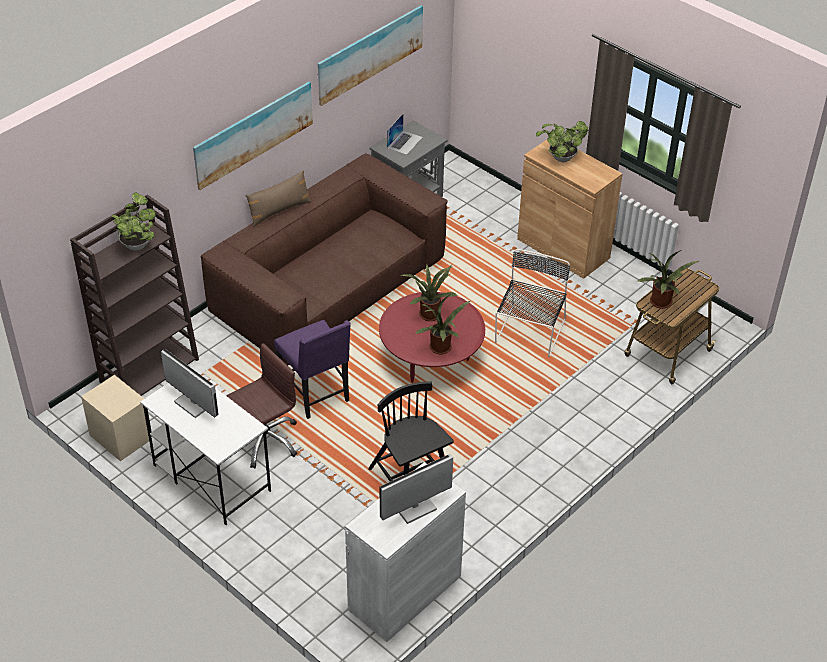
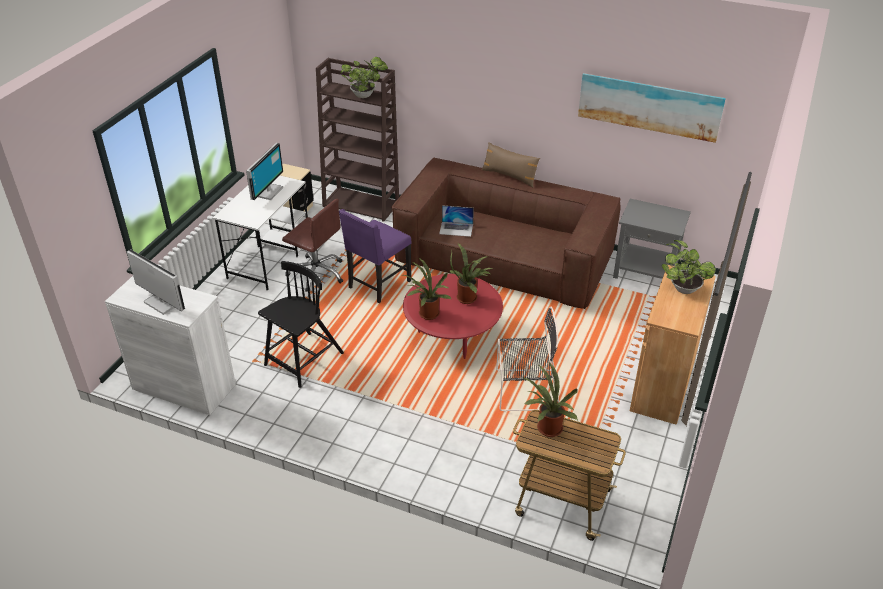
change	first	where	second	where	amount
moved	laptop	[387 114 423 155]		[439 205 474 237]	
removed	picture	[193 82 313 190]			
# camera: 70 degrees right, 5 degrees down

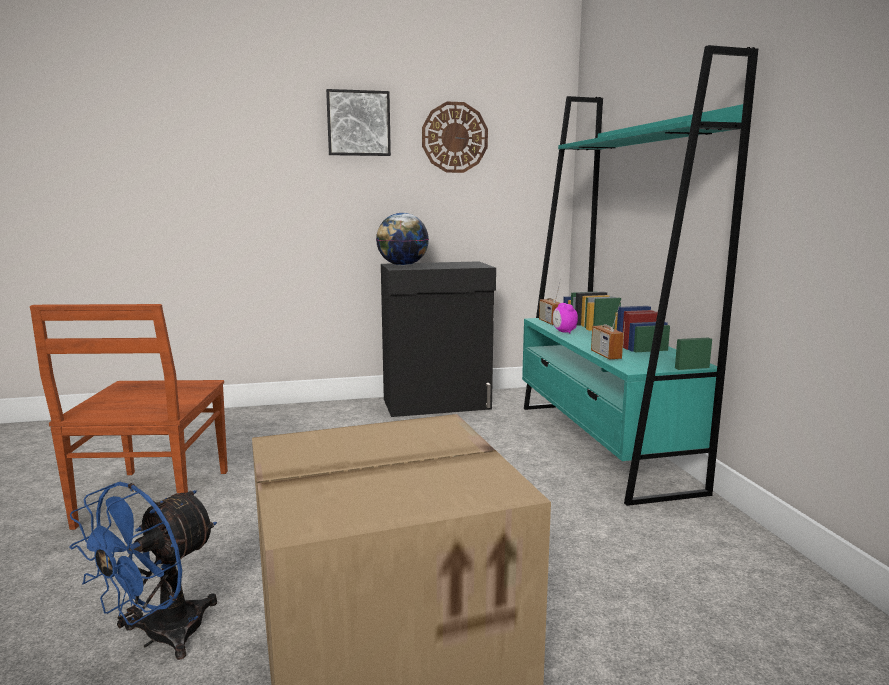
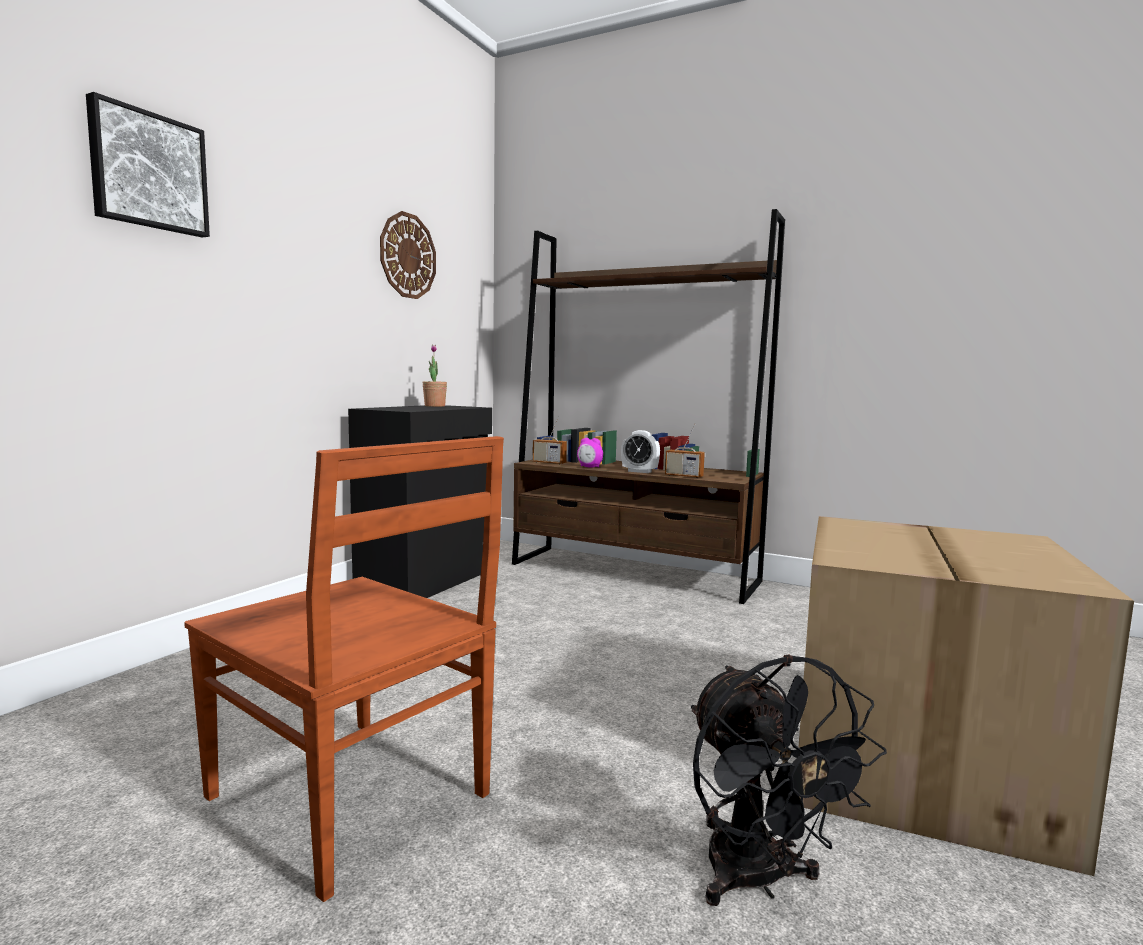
change	first	where	second	where	amount
moved	picture	[326 89 391 156]		[86 92 210 237]	
added			plant in a pot	[422 345 447 407]	
recoloured	turquoise-coloured shelving unit	[522 45 758 506]	brown shelving unit	[512 209 785 604]	
added			bedside clock	[621 430 660 473]	
recoloured	bluish fan	[69 482 217 660]	black-coloured fan	[691 654 887 906]	
removed	globe	[376 213 429 266]			
# camera: 50 degrees left, 5 degrees down

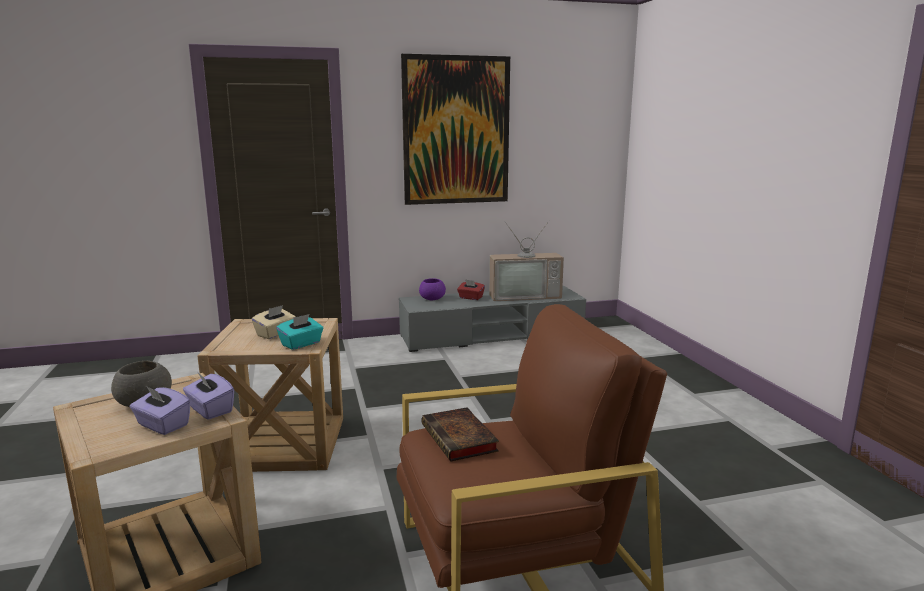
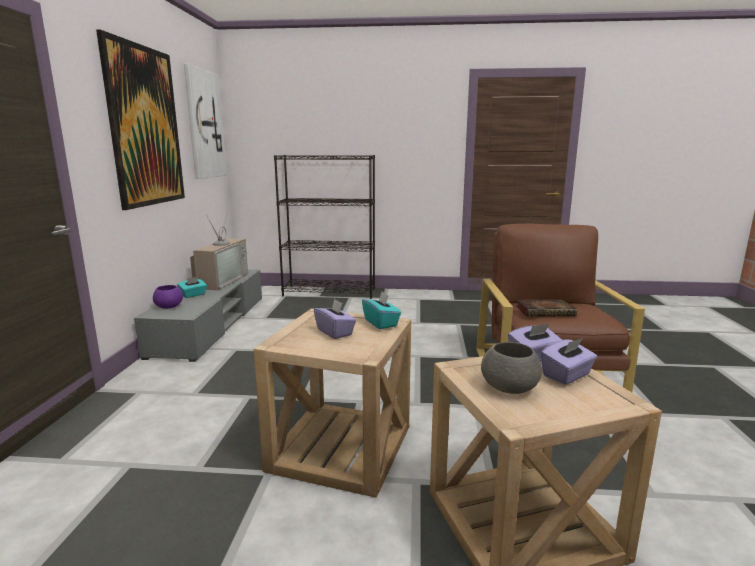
change	first	where	second	where	amount
recoloured	reddish tissue holder	[457 279 485 300]	turquoise-coloured tissue holder	[177 277 207 298]	
added			picture	[184 64 227 179]	
added			black-coloured shelving unit	[274 155 375 299]	
recoloured	beige-coloured tissue holder	[252 305 296 339]	purple-coloured tissue holder	[314 299 356 339]	
# camera: 70 degrees left, 0 degrees up

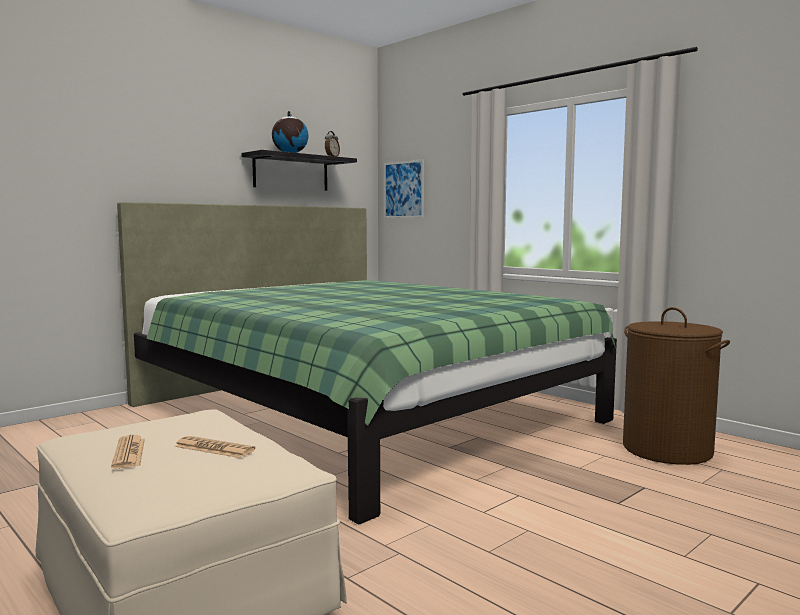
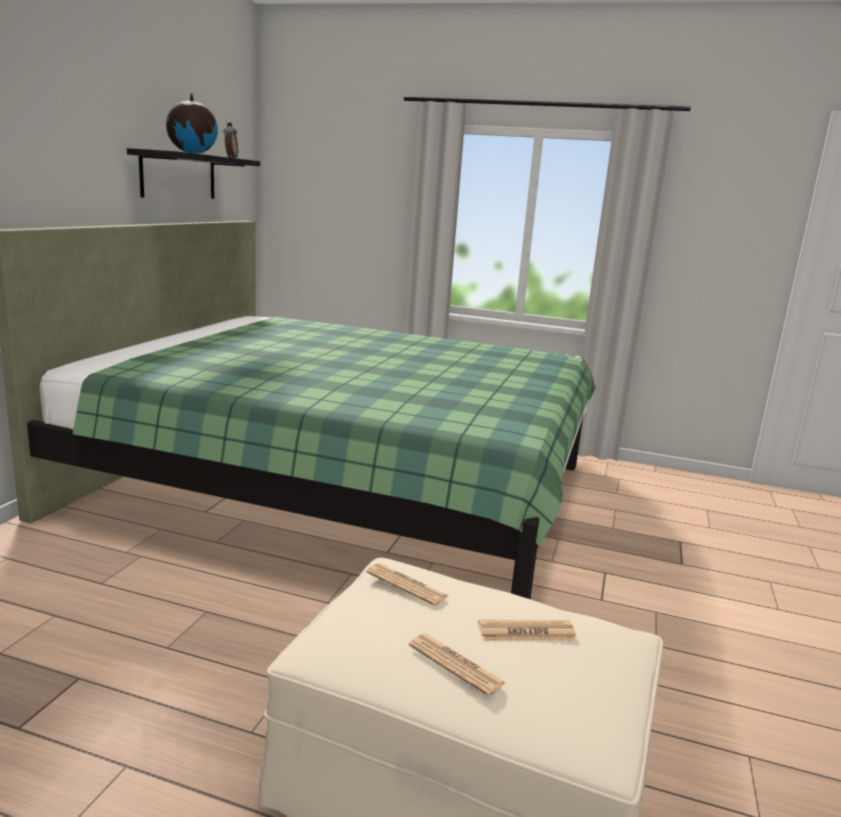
change	first	where	second	where	amount
added			printed paper	[366 563 448 606]	
removed	picture	[384 159 424 218]			
removed	brown laundry basket	[623 307 730 465]			
# camera: 30 degrees left, 10 degrees up

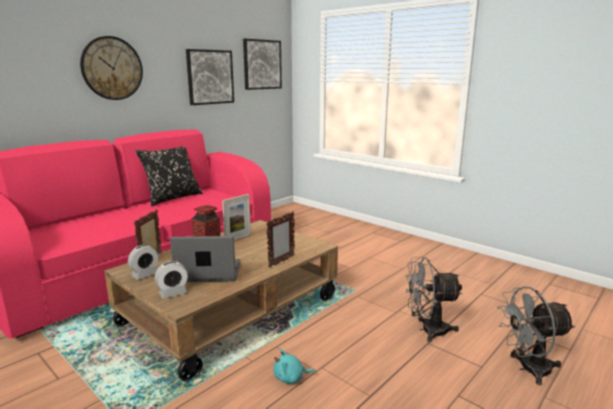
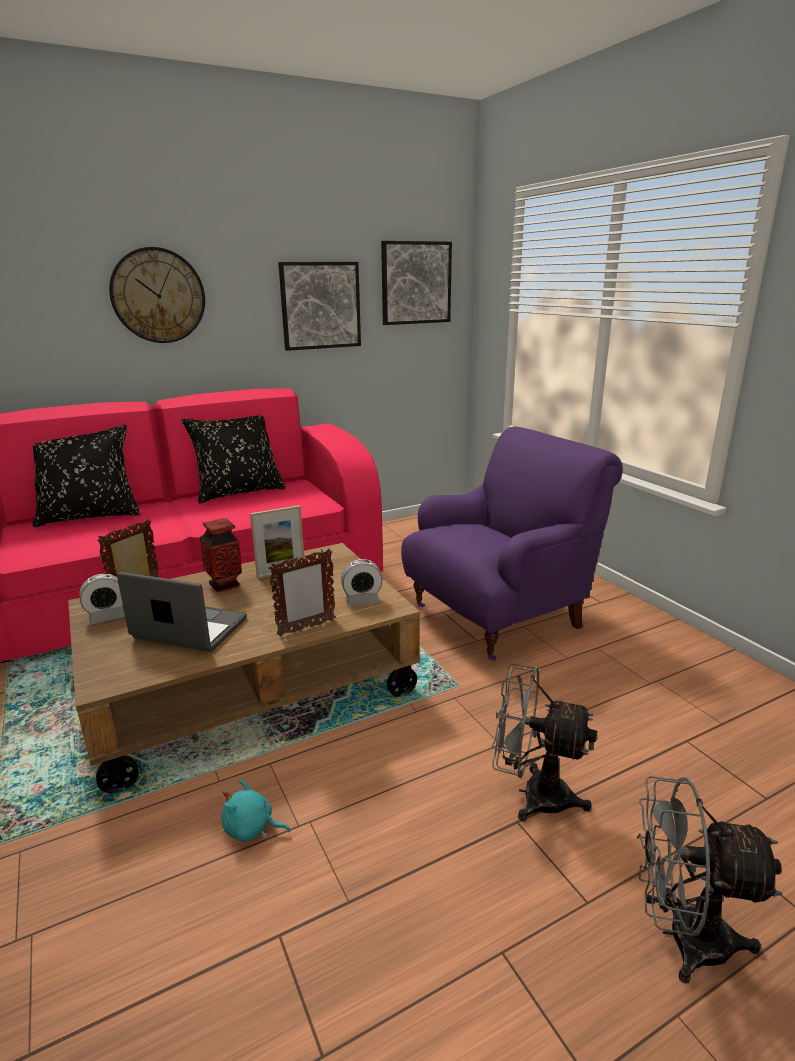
change	first	where	second	where	amount
added			black-coloured throw pillow	[32 425 141 527]	
moved	bedside clock	[155 261 188 299]		[341 559 383 606]	
added			purple-coloured easy chair	[401 427 623 661]	
# camera: 20 degrees right, 5 degrees up

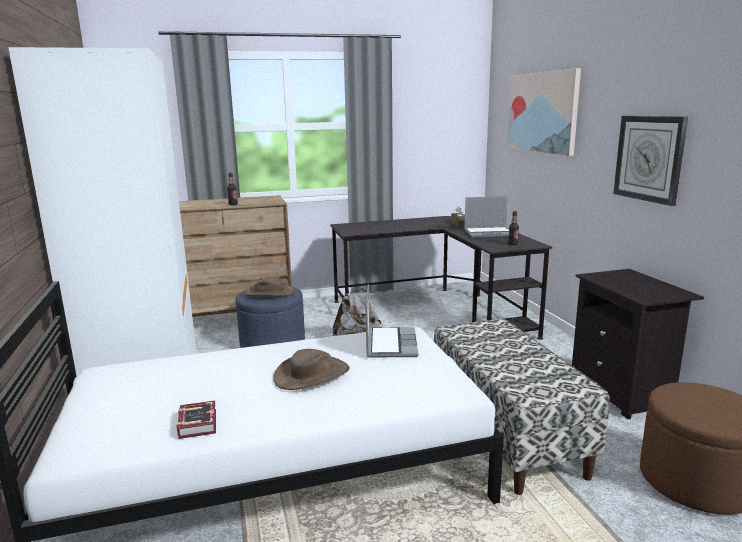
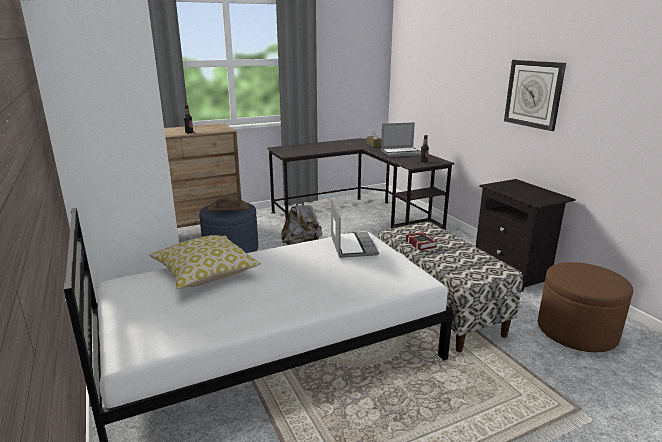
change	first	where	second	where	amount
added			throw pillow	[149 235 261 289]	
moved	bound book	[176 400 216 439]		[406 232 437 251]	
removed	brown clothing hat	[273 349 350 390]			
removed	picture	[507 68 581 156]			
# camera: 10 degrees left, 5 degrees up

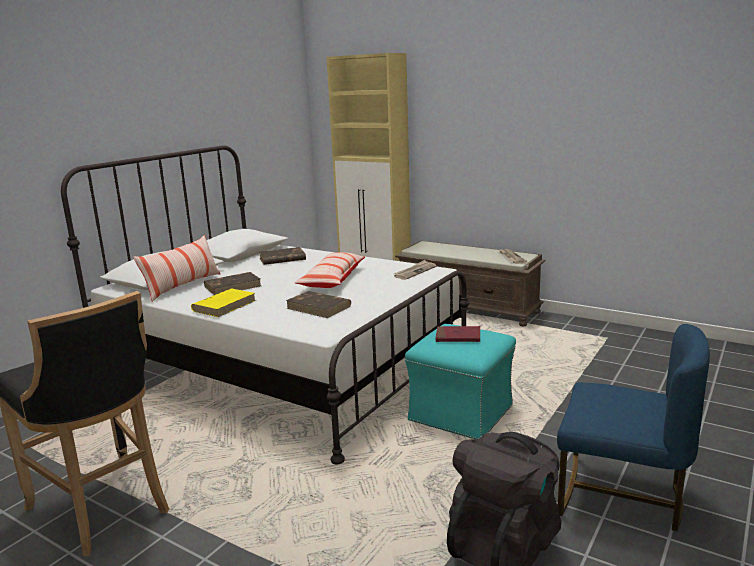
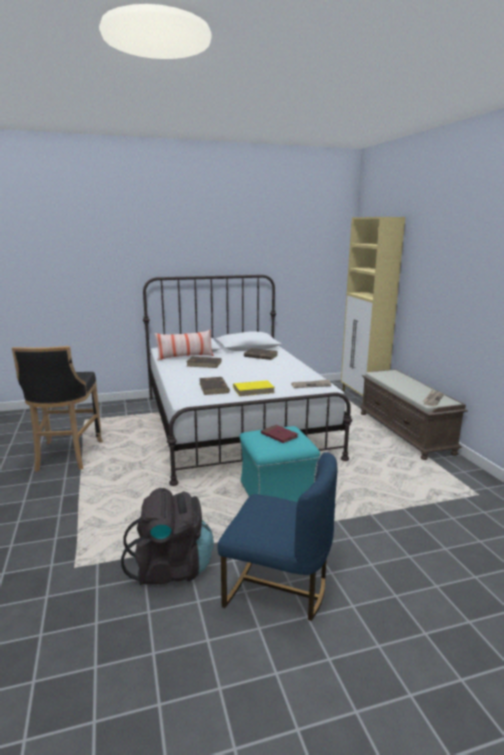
change	first	where	second	where	amount
turned	bluish upright chair	[557 324 710 531]		[218 452 338 621]	45 degrees counterclockwise
moved	yellow bound book	[191 289 256 317]		[233 380 275 396]	
removed	throw pillow	[295 252 365 288]			
# camera: 40 degrees right, 0 degrees up

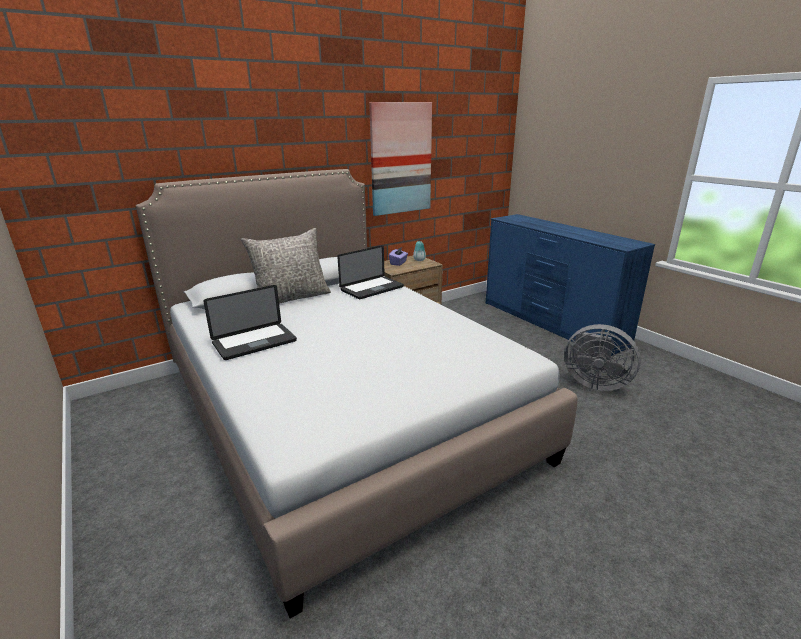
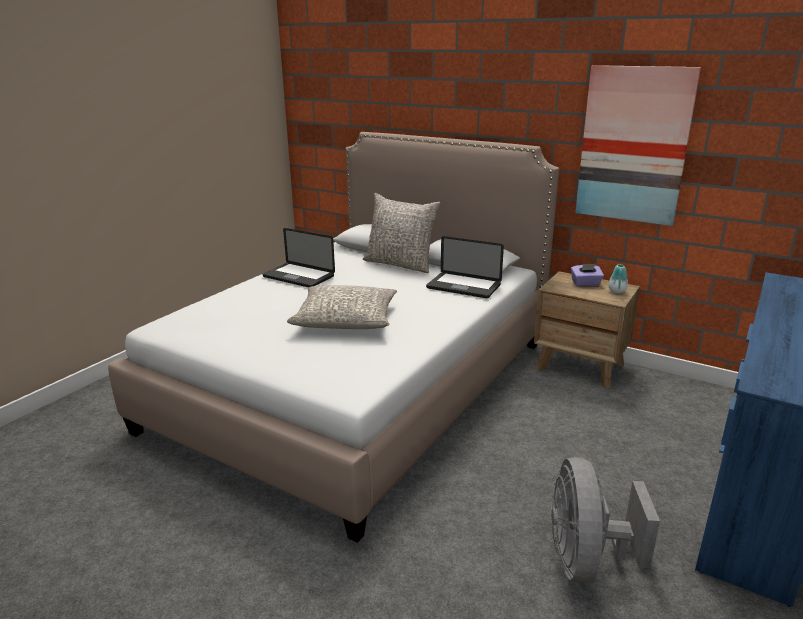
change	first	where	second	where	amount
added			greyish throw pillow	[287 285 397 329]	
# camera: 65 degrees right, 0 degrees up

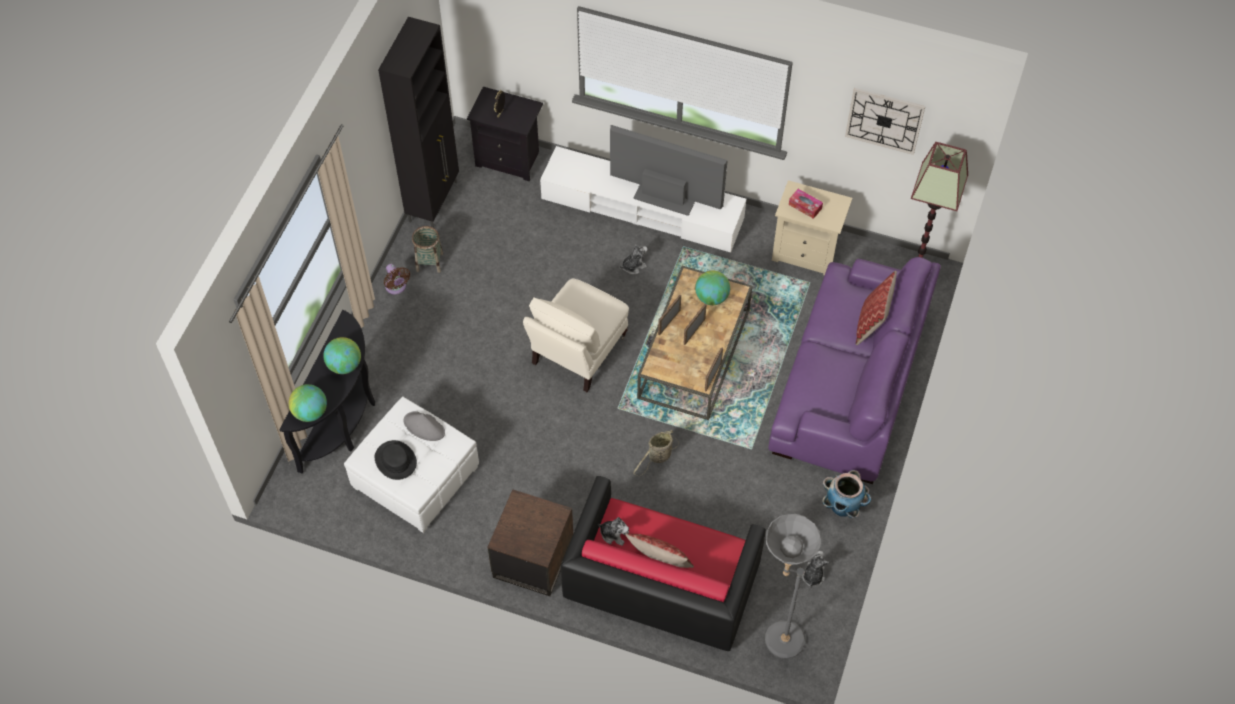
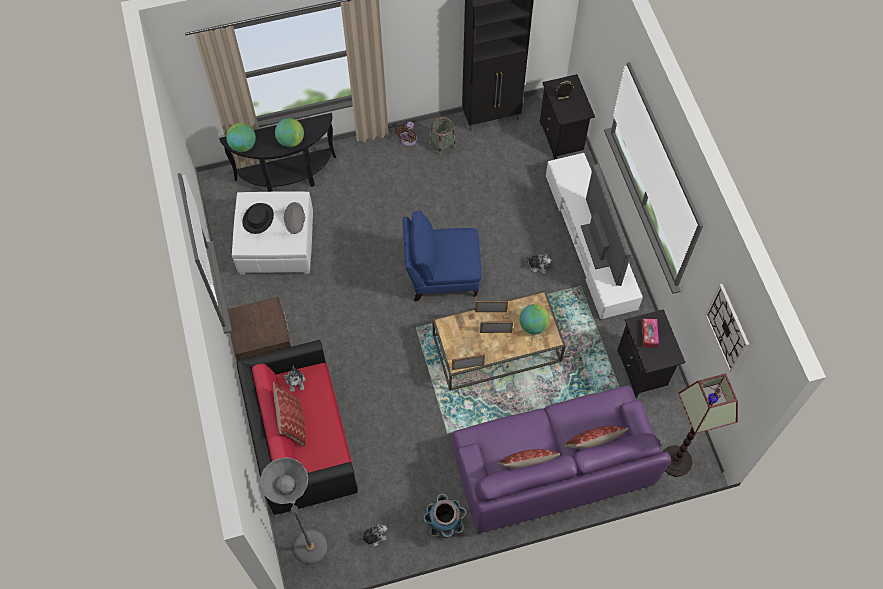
change	first	where	second	where	amount
recoloured	beige-coloured easy chair	[523 278 629 392]	bluish easy chair	[402 210 482 302]	
added			throw pillow	[498 449 560 469]	
recoloured	beige-coloured night table	[772 180 852 275]	black-coloured night table	[617 309 686 398]	
removed	basket	[633 430 679 476]			
# camera: 55 degrees right, 5 degrees up

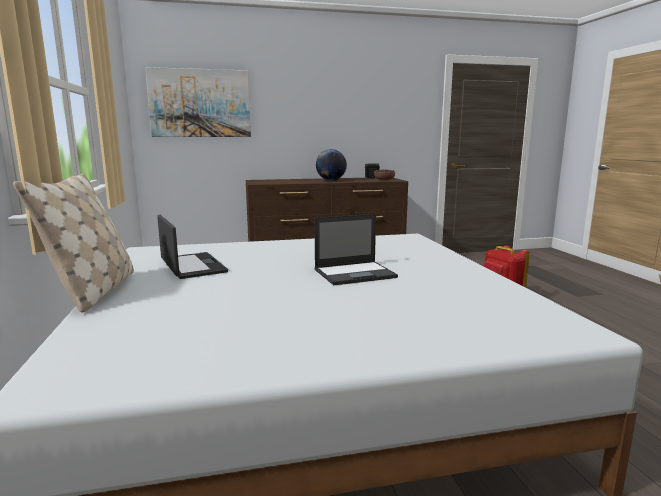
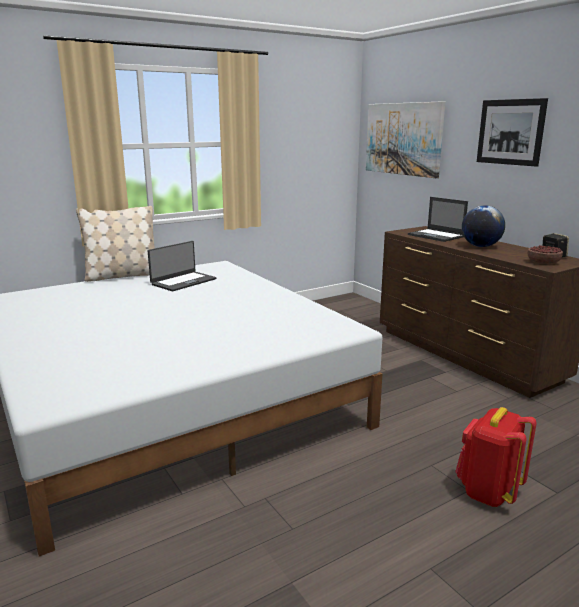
change	first	where	second	where	amount
moved	laptop	[315 214 398 285]		[408 197 468 242]	
added			picture	[477 98 548 167]	
# camera: 70 degrees right, 5 degrees up

